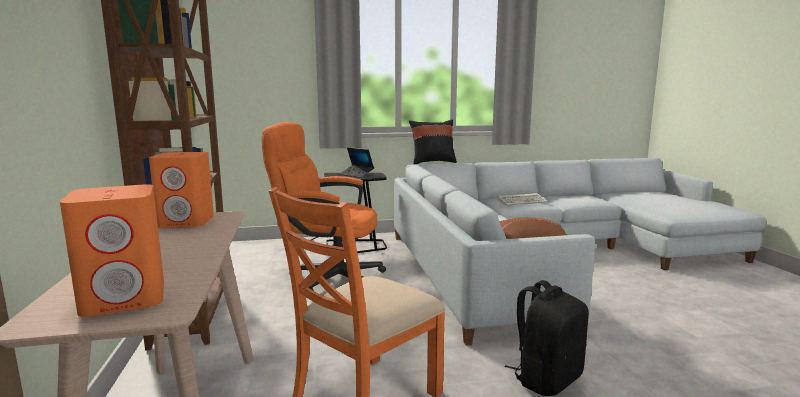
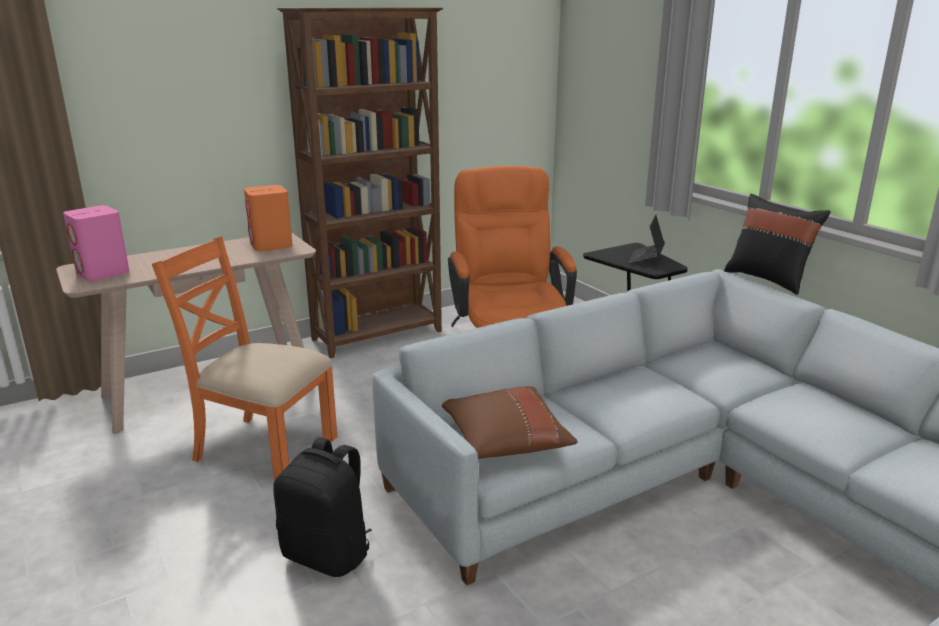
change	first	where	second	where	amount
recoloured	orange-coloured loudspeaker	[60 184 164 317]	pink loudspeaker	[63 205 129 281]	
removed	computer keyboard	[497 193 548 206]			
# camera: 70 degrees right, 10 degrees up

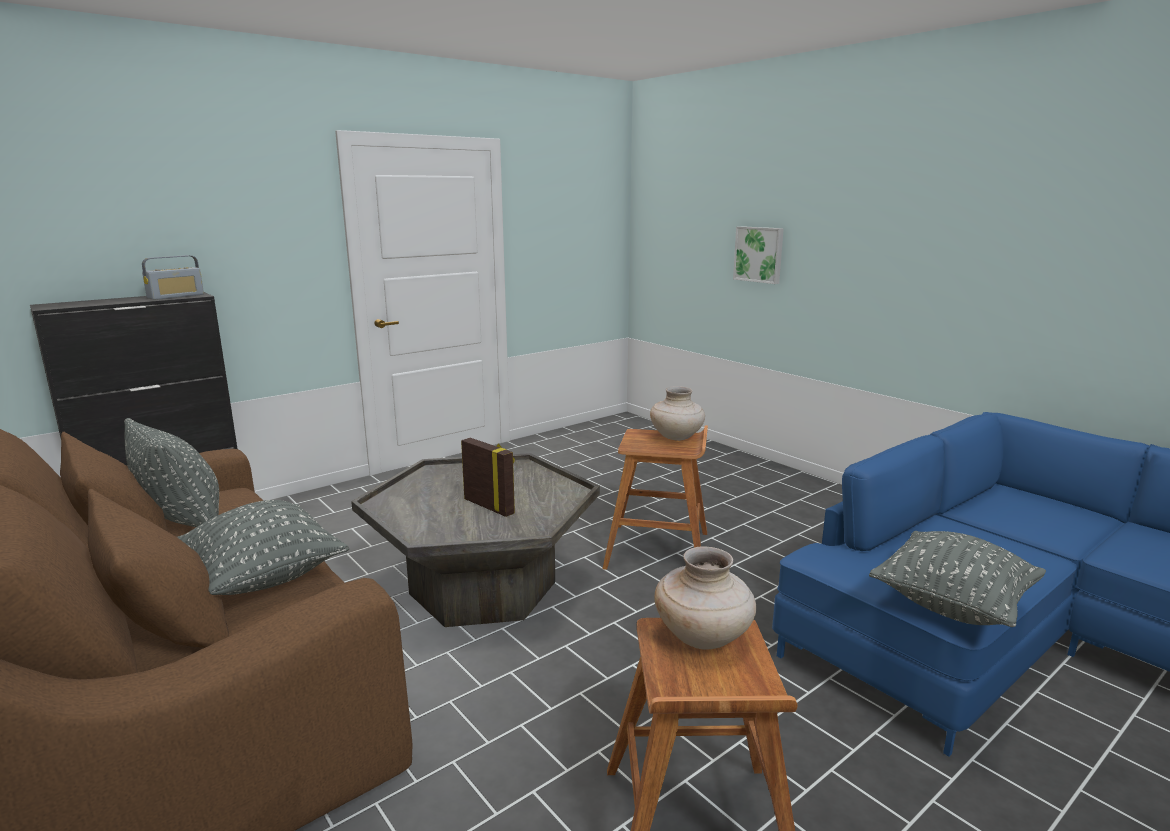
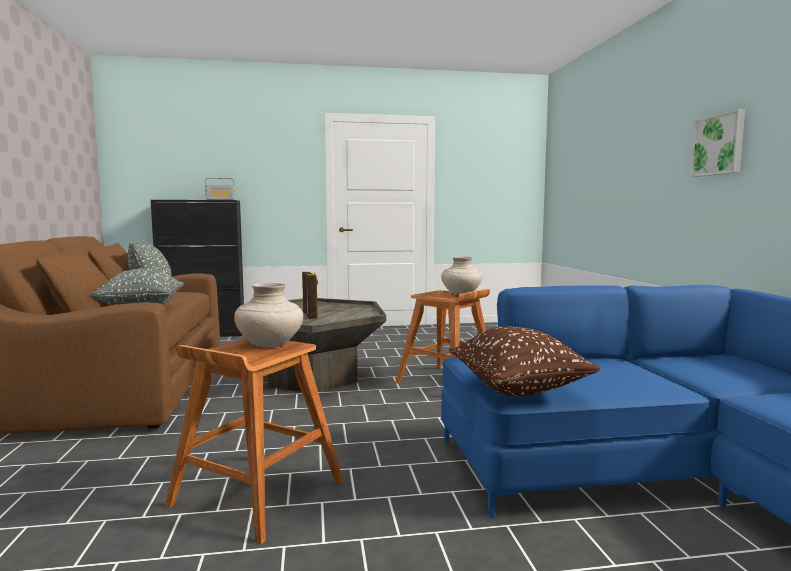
change	first	where	second	where	amount
recoloured	greyish throw pillow	[869 531 1046 627]	brown throw pillow	[449 326 601 396]	
moved	picture	[733 226 784 284]		[690 109 745 177]	
# camera: 30 degrees right, 10 degrees down

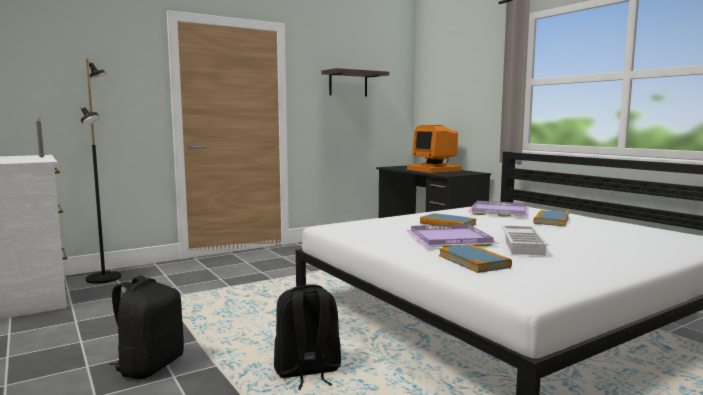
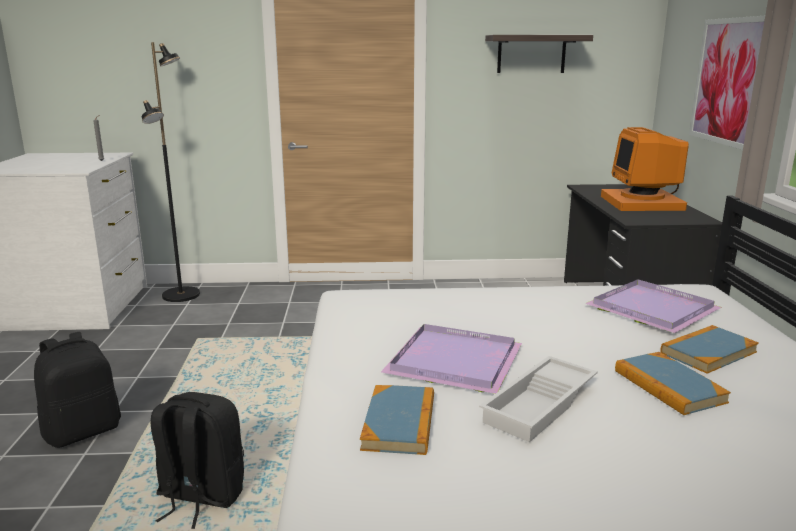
change	first	where	second	where	amount
moved	bound book	[420 213 476 228]		[615 352 731 415]	
added			picture	[689 16 765 150]	
# camera: 30 degrees right, 10 degrees up

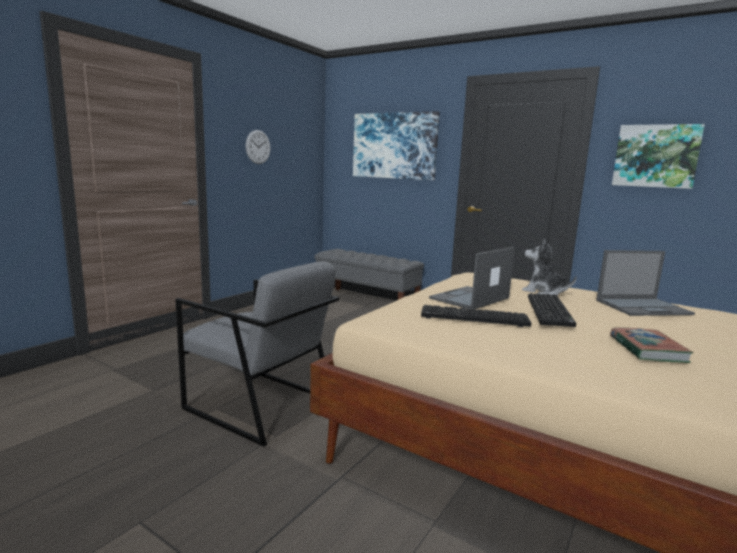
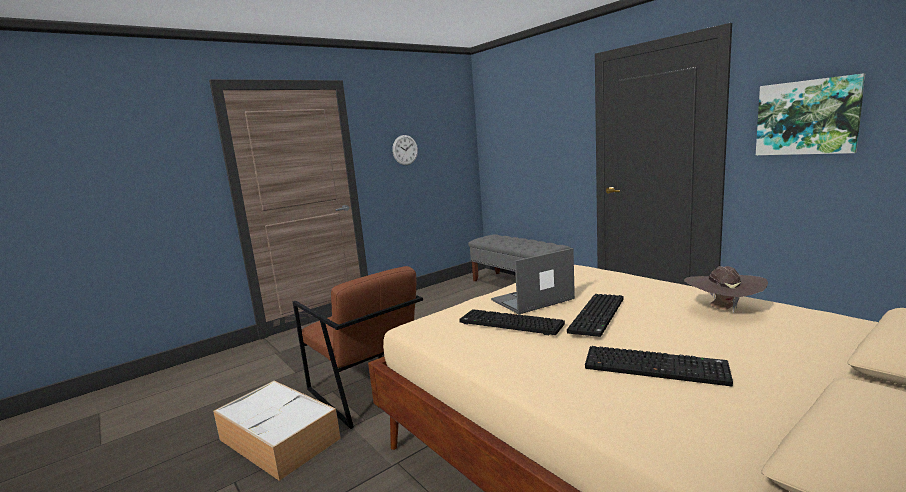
change	first	where	second	where	amount
added			storage box	[213 381 341 481]	
recoloured	greyish easy chair	[175 261 339 447]	brown easy chair	[292 266 423 429]	
replaced	bound book	[610 327 694 363]	computer keyboard	[585 346 733 386]	
replaced	laptop	[596 250 695 316]	brown clothing hat	[684 266 768 313]	
removed	picture	[353 111 440 180]			
removed	cuddly toy	[522 239 577 295]			
# camera: 20 degrees right, 0 degrees up

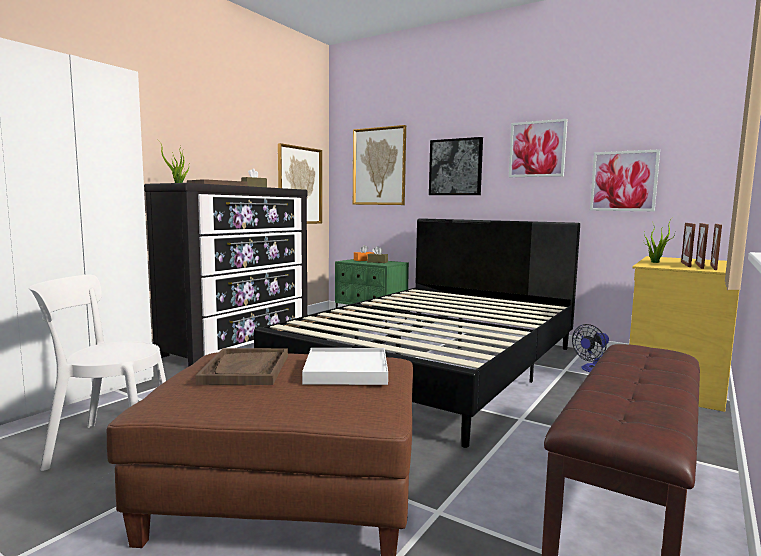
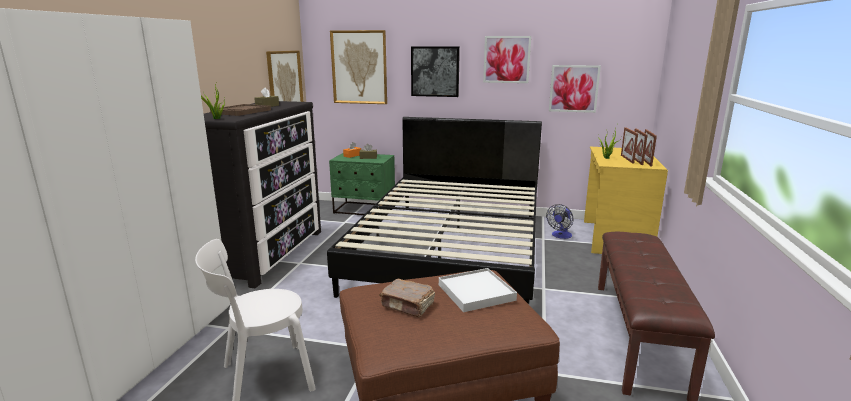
change	first	where	second	where	amount
replaced	brown serving tray	[196 348 288 385]	brown bound book	[379 279 435 318]	
# camera: 20 degrees left, 10 degrees up

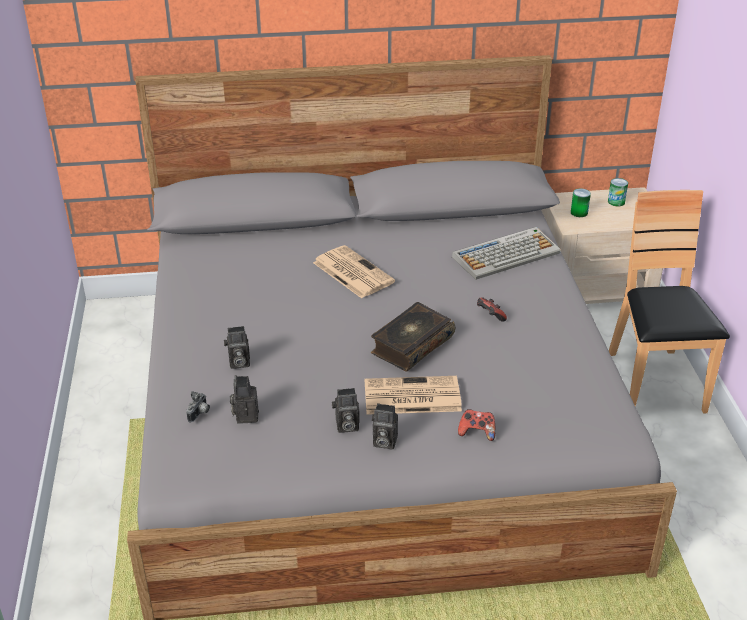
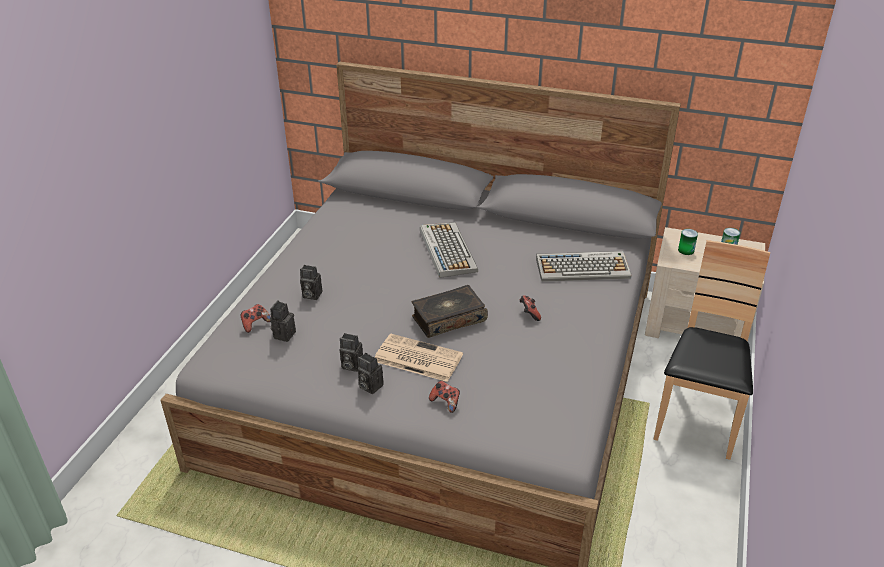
change	first	where	second	where	amount
replaced	photo camera	[186 391 210 422]	game controller	[241 304 271 333]	
replaced	printed paper	[313 245 395 298]	computer keyboard	[420 222 478 278]	
# camera: 25 degrees right, 0 degrees up

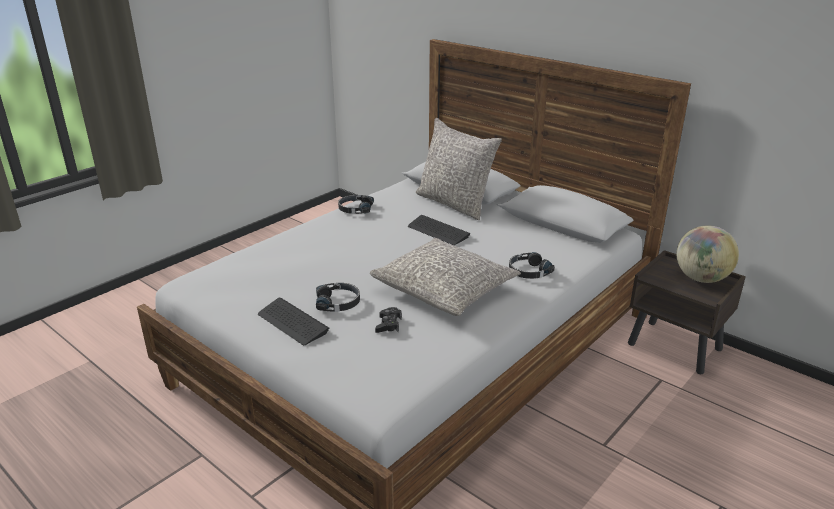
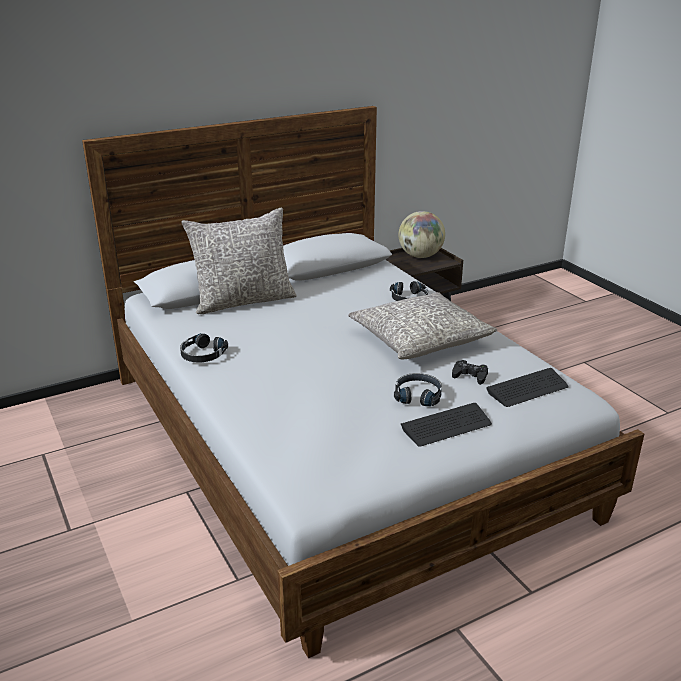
change	first	where	second	where	amount
moved	computer keyboard	[408 215 470 245]		[486 368 569 407]	
# camera: 70 degrees left, 0 degrees up

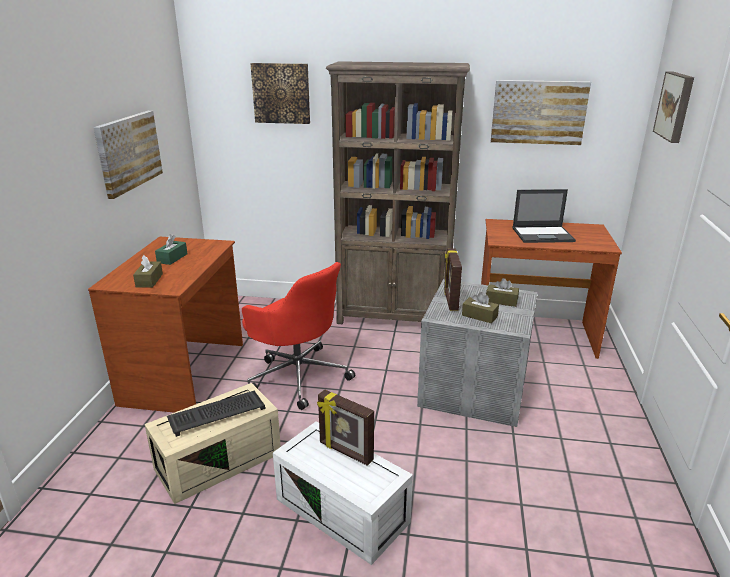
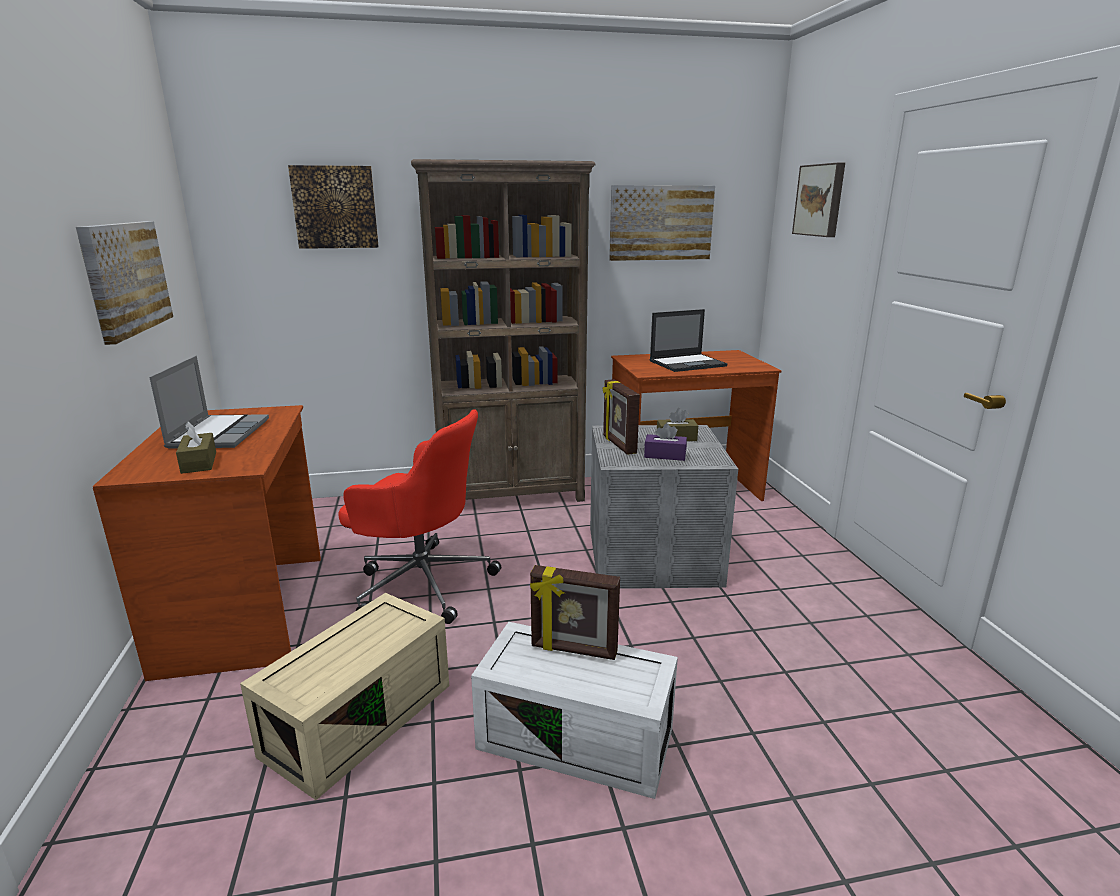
change	first	where	second	where	amount
replaced	green-coloured tissue holder	[155 235 188 265]	laptop	[149 356 269 449]	
recoloured	brown tissue holder	[462 292 499 324]	purple-coloured tissue holder	[644 423 687 461]	
removed	computer keyboard	[167 391 265 437]			
# camera: 20 degrees left, 5 degrees down

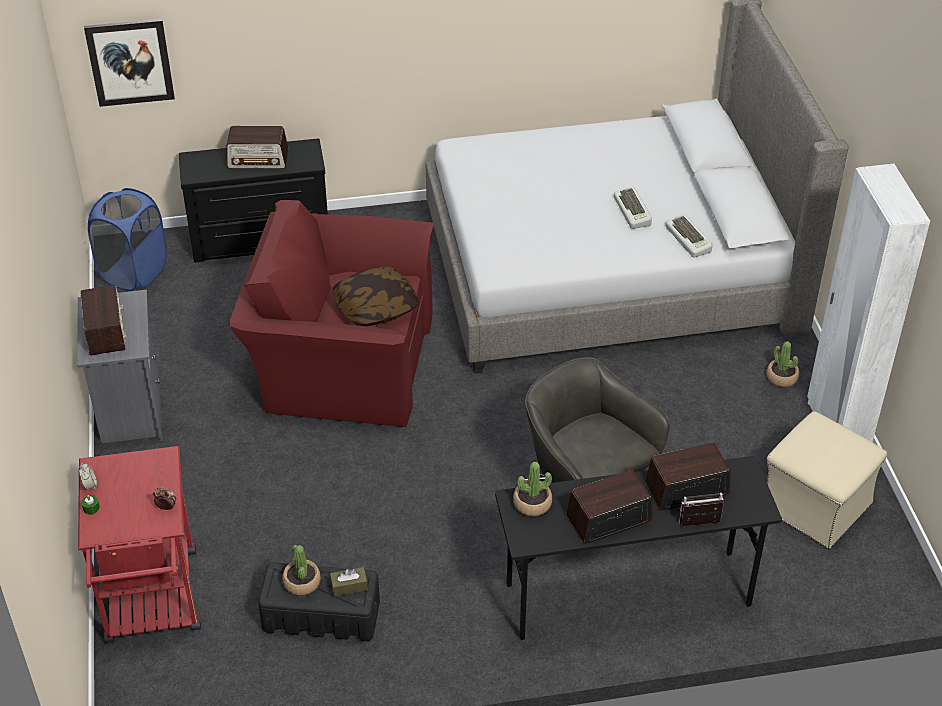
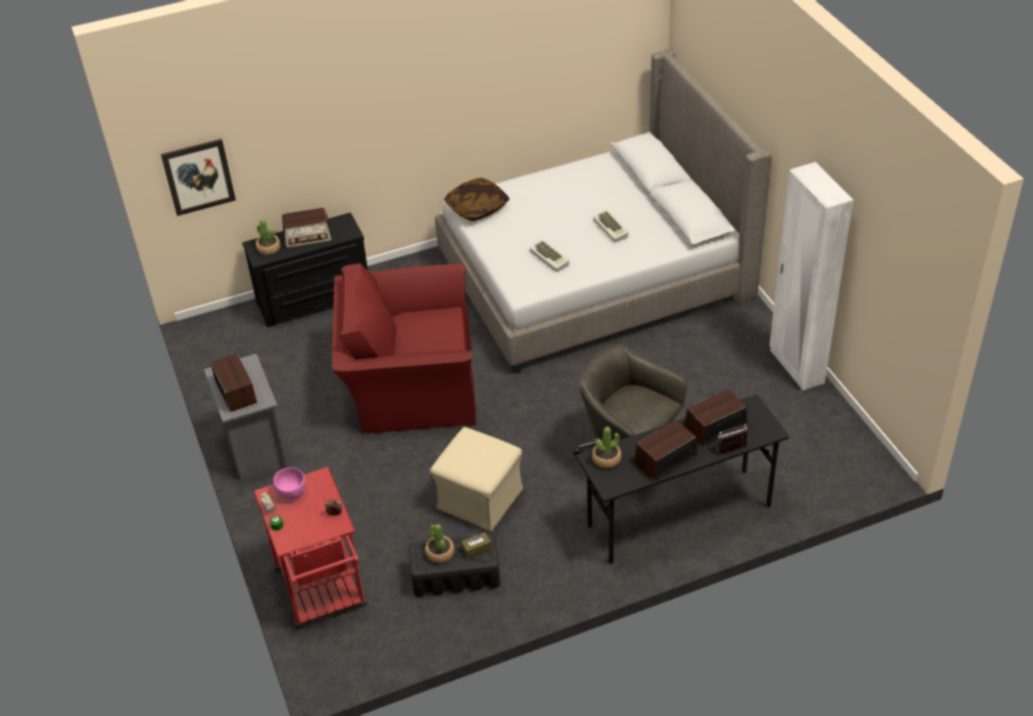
change	first	where	second	where	amount
moved	plant in a pot	[767 341 799 387]		[256 219 281 255]	
added			pink serving bowl	[273 468 306 500]	
moved	beige-coloured footrest	[767 411 887 549]		[430 427 523 532]	
moved	throw pillow	[333 266 419 326]		[444 178 510 221]	
moved	computer keyboard	[665 214 713 258]		[530 239 569 272]	
removed	bluish laundry basket	[88 188 167 291]			
# camera: 10 degrees left, 0 degrees up

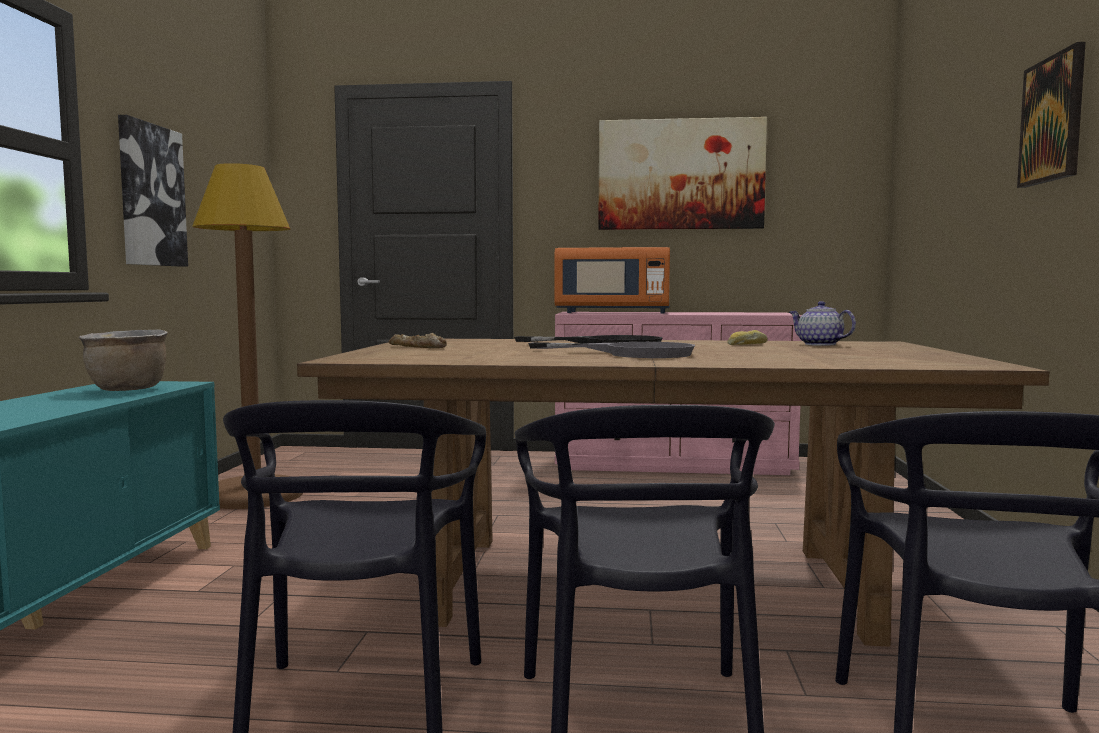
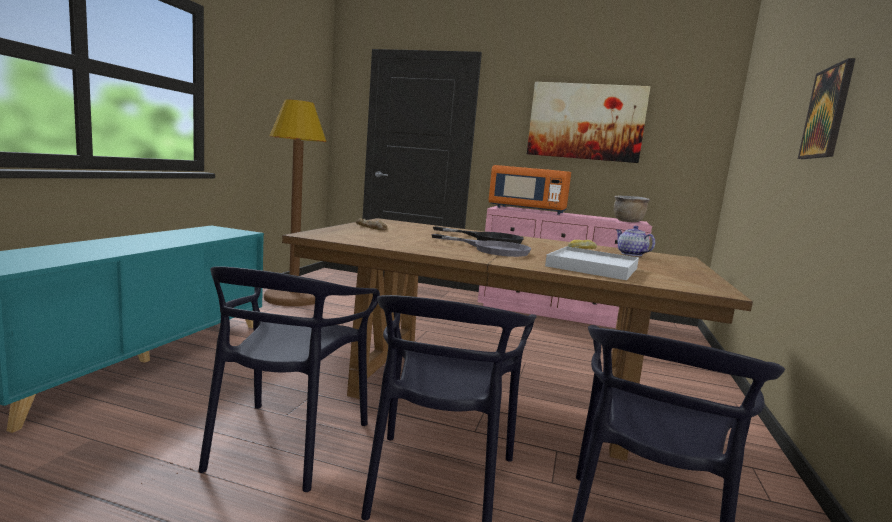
change	first	where	second	where	amount
added			white serving tray	[545 246 639 280]	
moved	brown cooking pot	[79 329 167 391]		[614 195 650 222]	
removed	picture	[118 115 188 267]			
# camera: 10 degrees right, 5 degrees up

